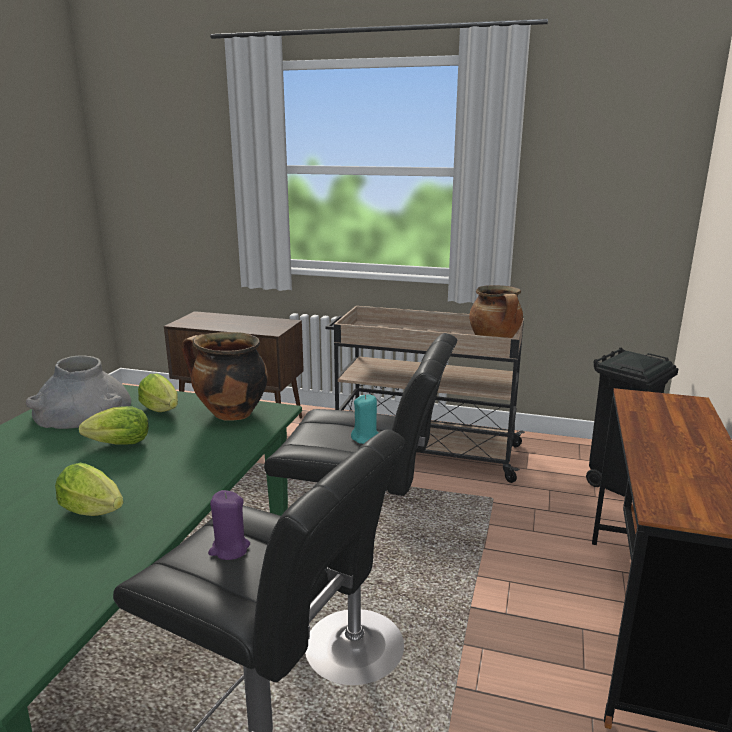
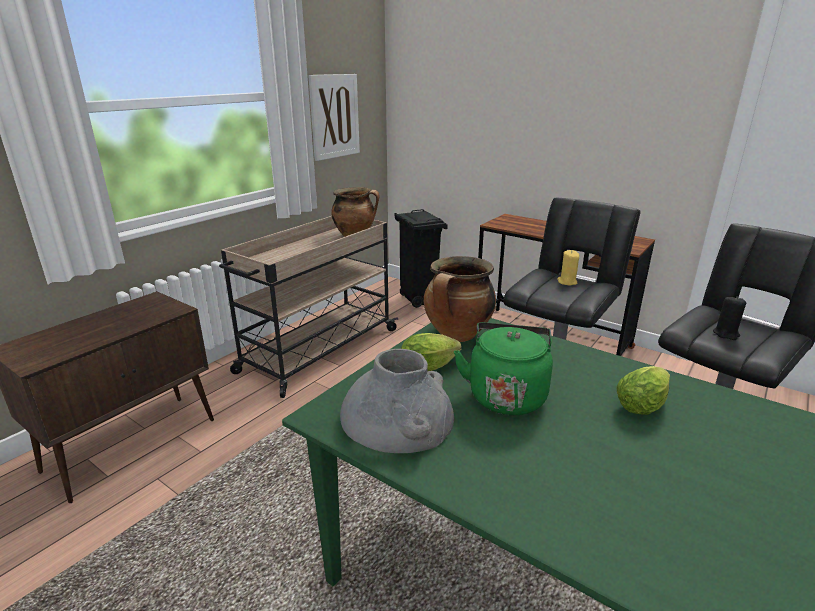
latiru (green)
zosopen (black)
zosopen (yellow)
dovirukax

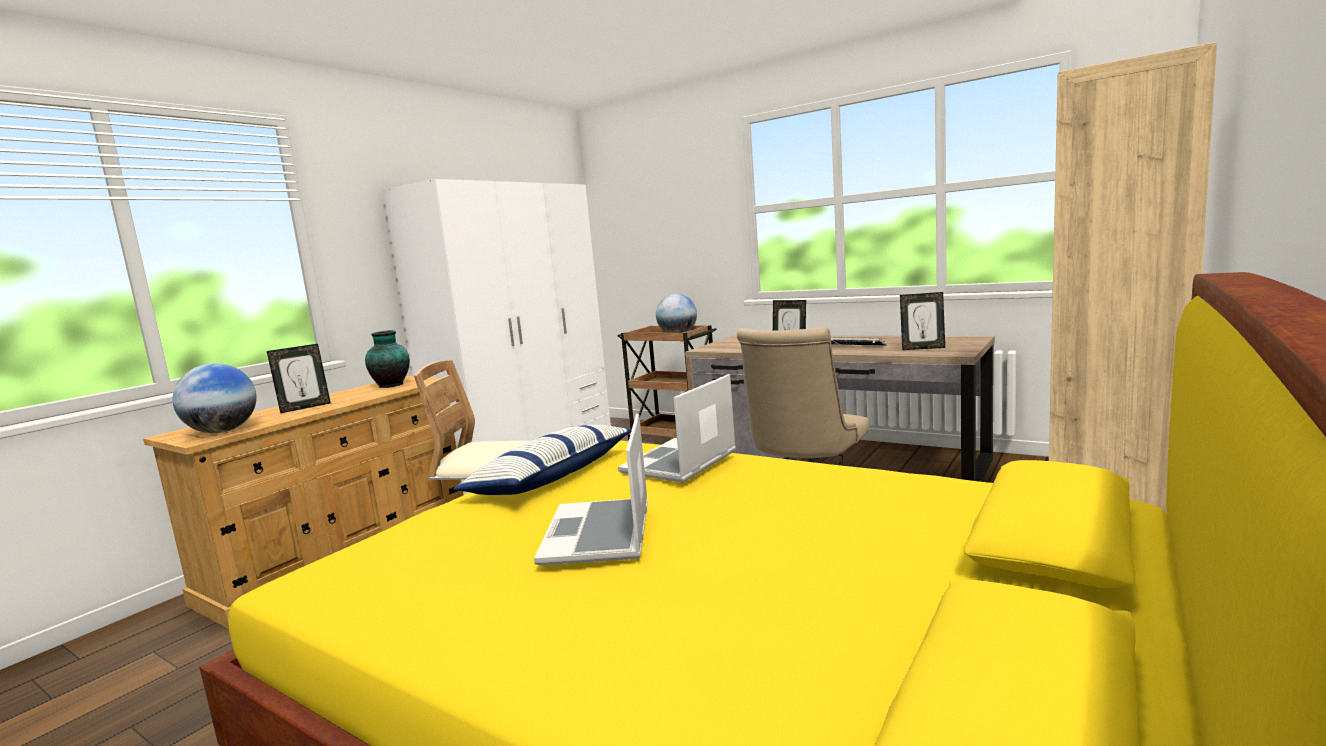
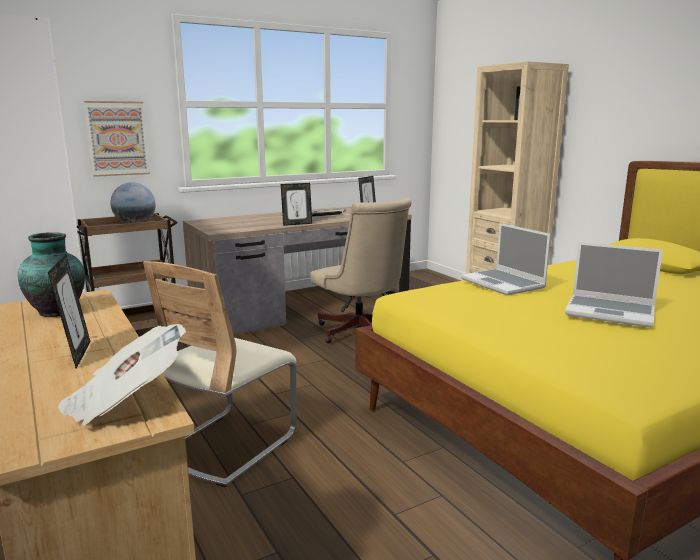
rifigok
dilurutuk
dovirukax

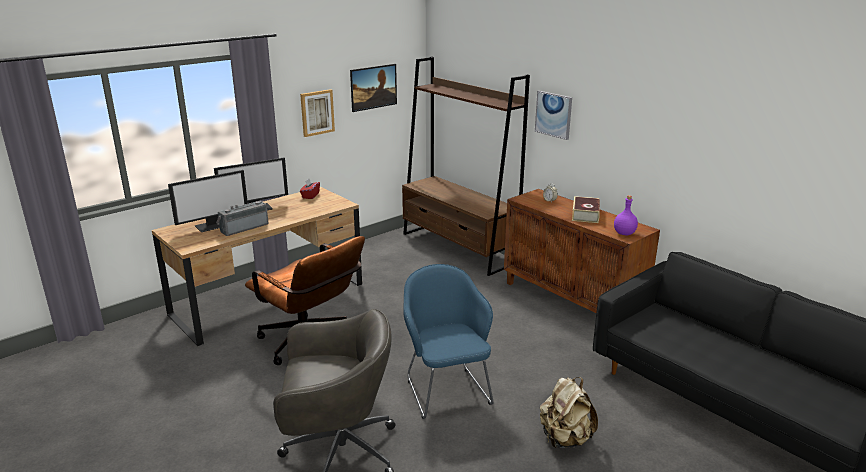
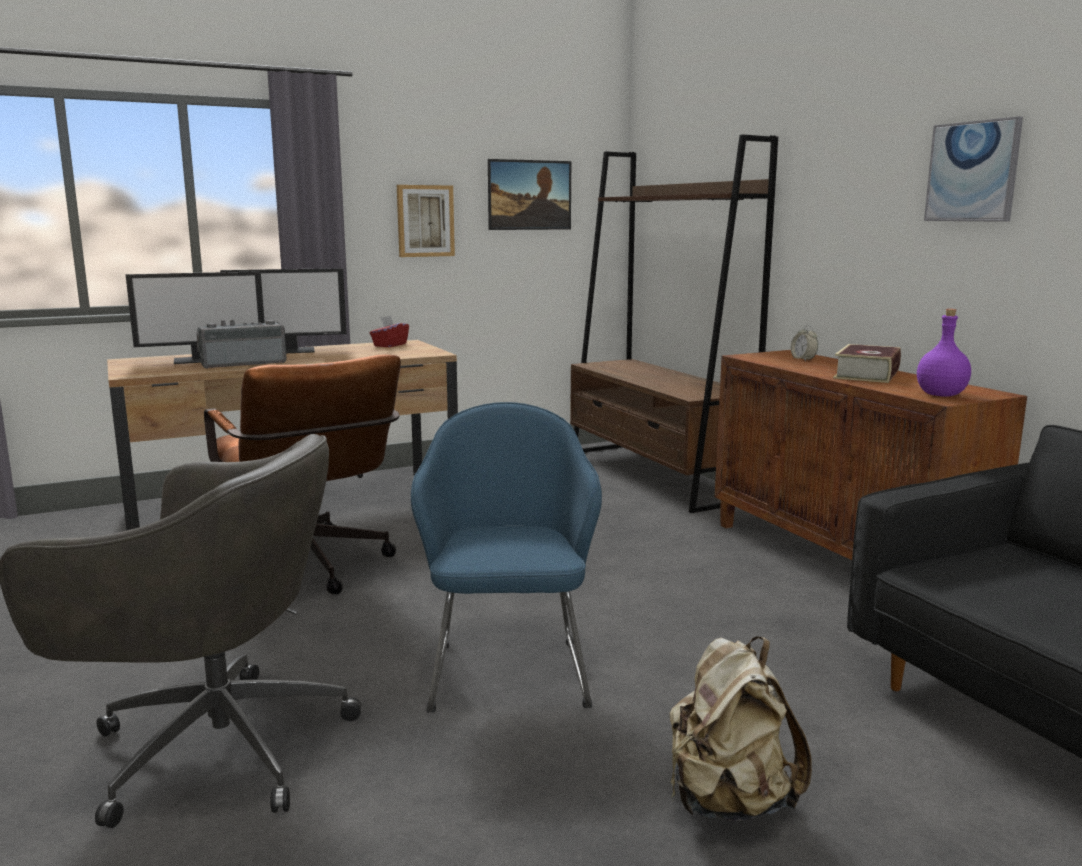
dovirukax (no. 3 from left)

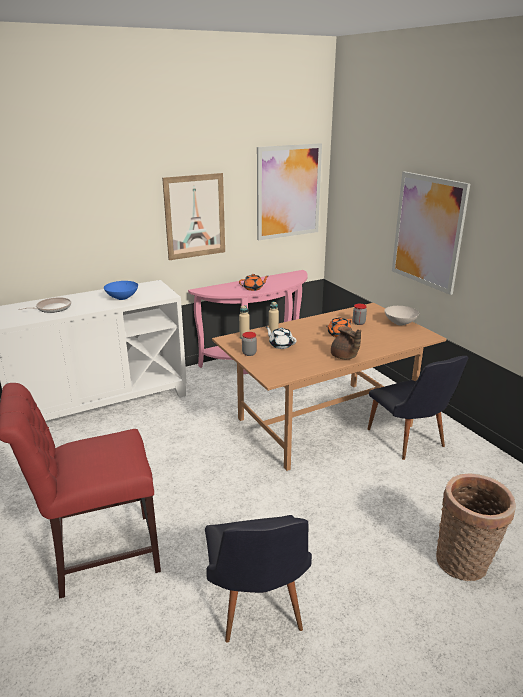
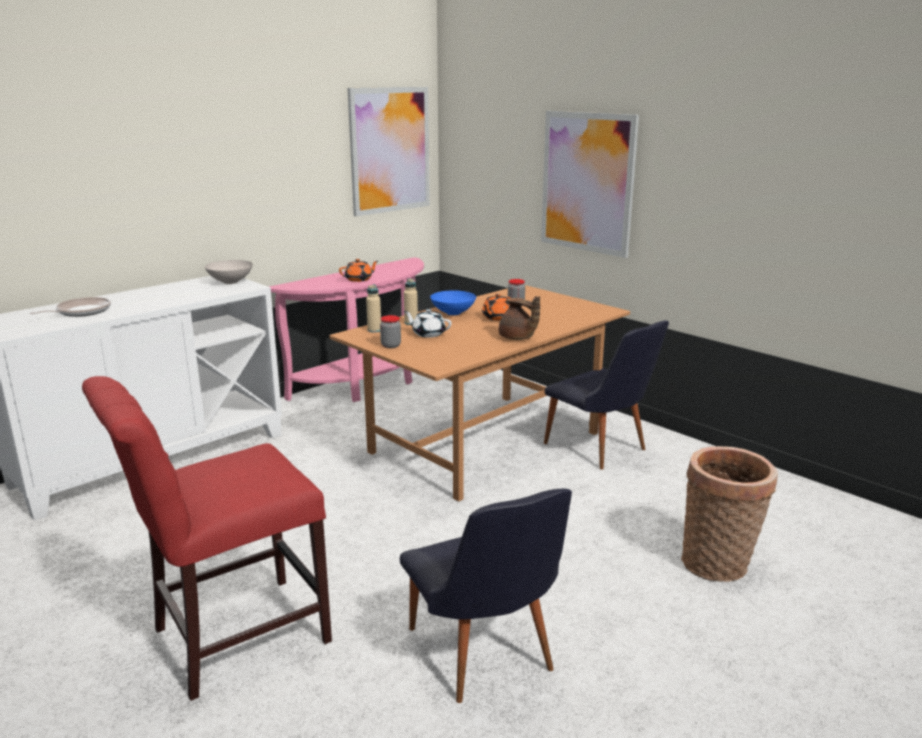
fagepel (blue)
dovirukax (no. 1 from left in the first image)
fagepel (white)

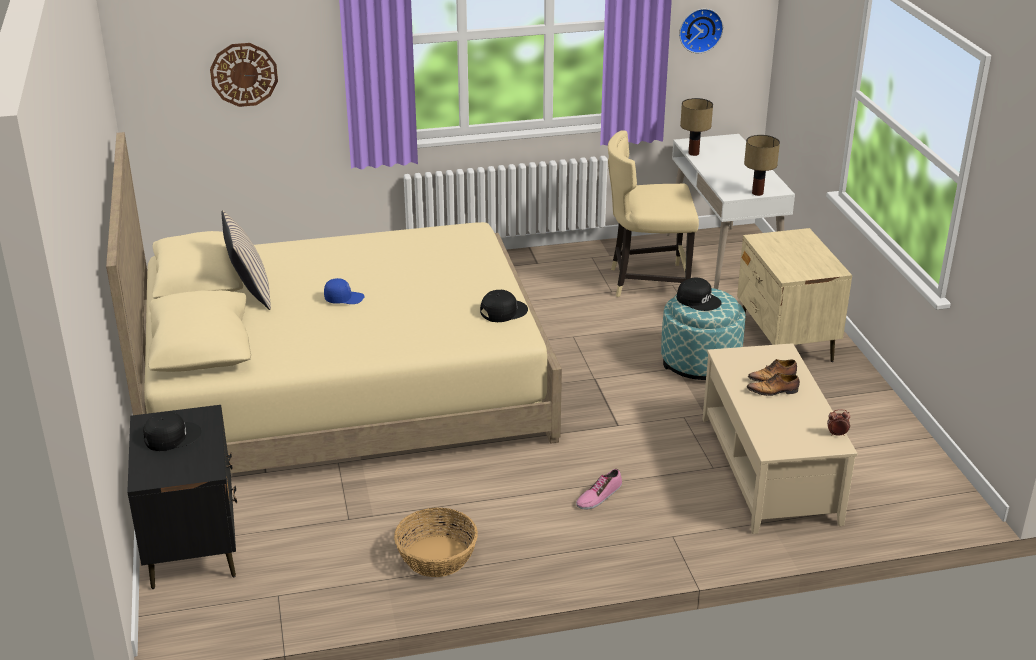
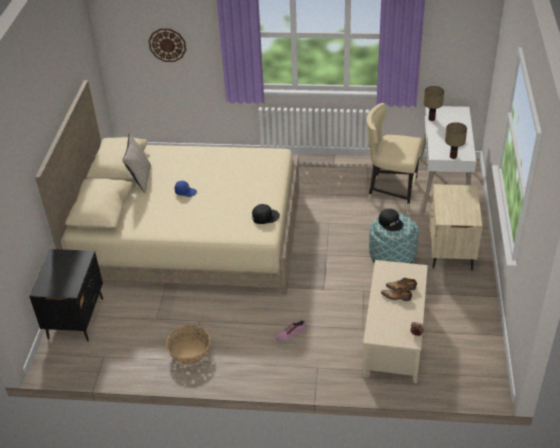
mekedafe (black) (no. 1 from left in the first image)
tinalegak (no. 2 from left in the first image)

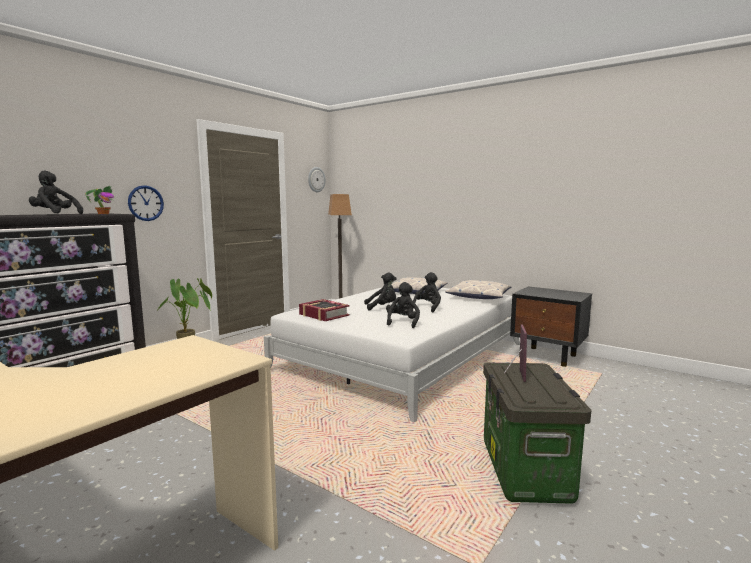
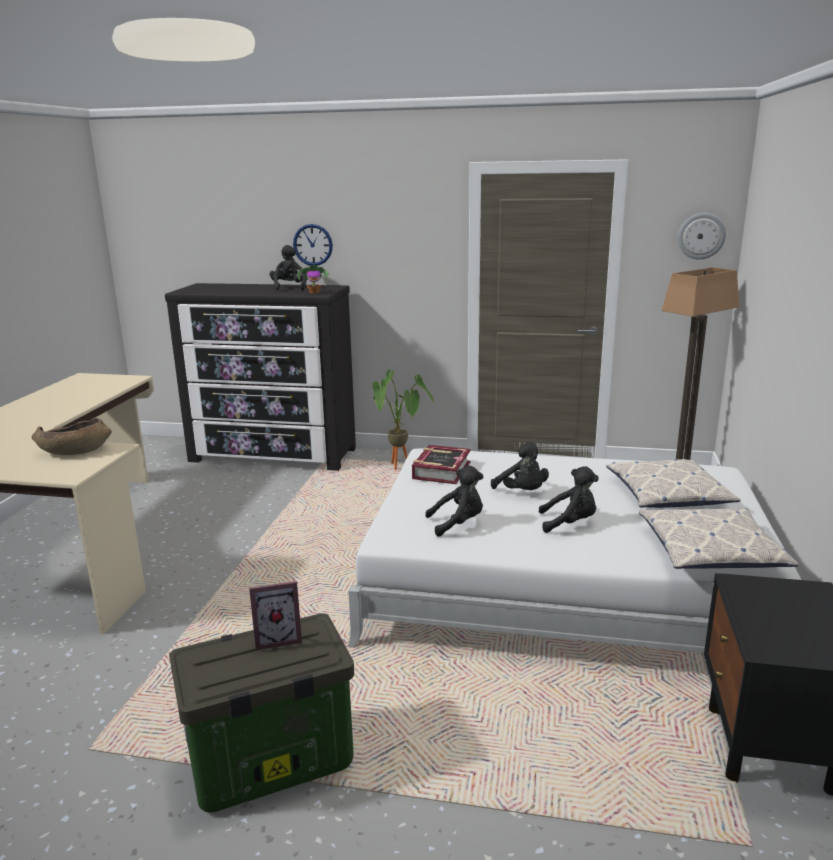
tinalegak (no. 1 from left)
fagepel (brown)

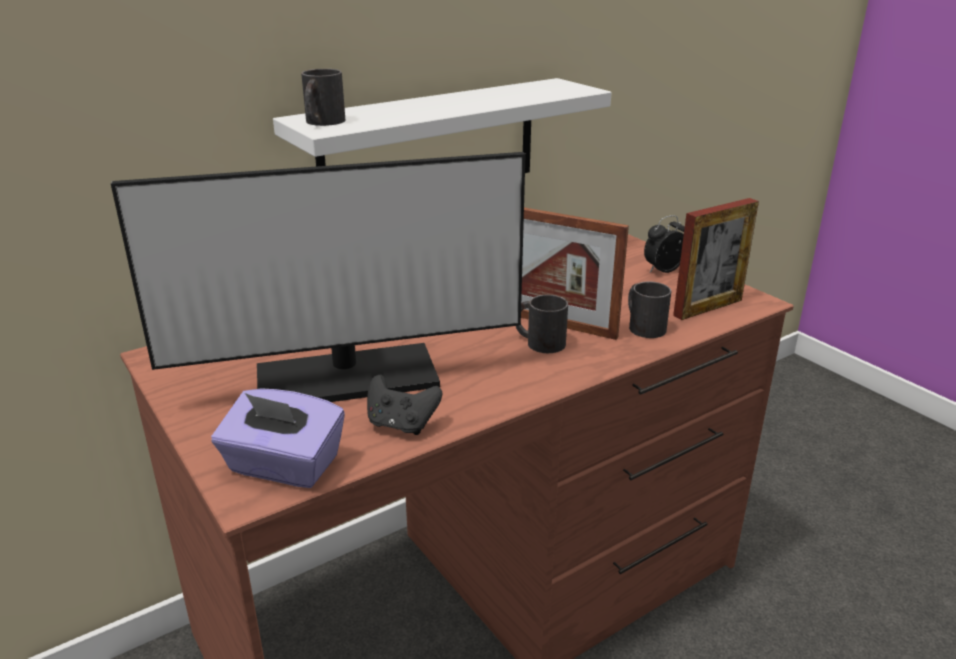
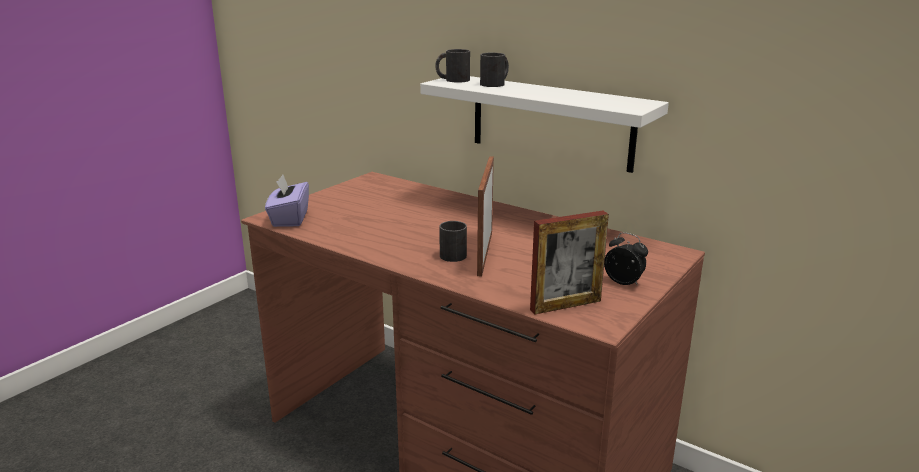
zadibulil
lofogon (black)
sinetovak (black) (no. 3 from left)
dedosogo (no. 2 from left)

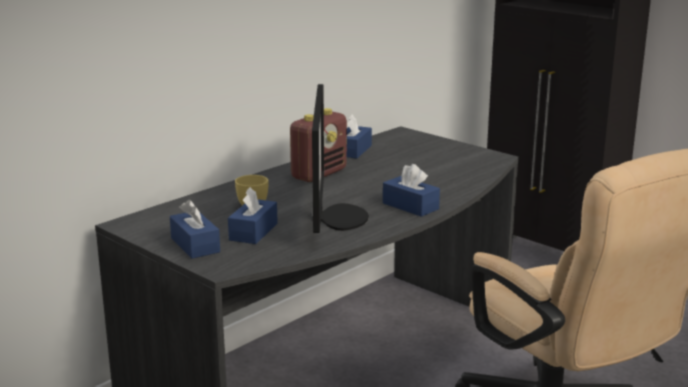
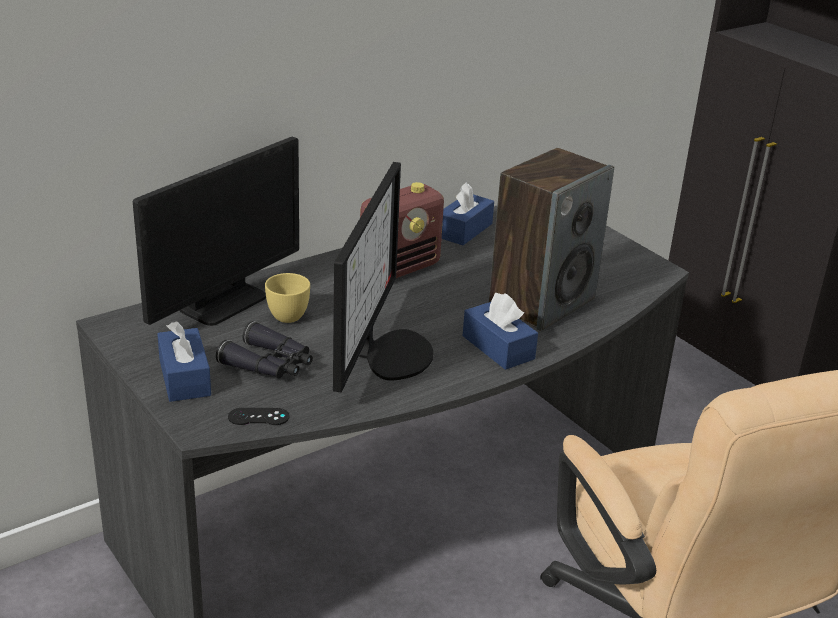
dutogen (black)
zadibulil (no. 1 from left)
lofogon (black)
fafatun

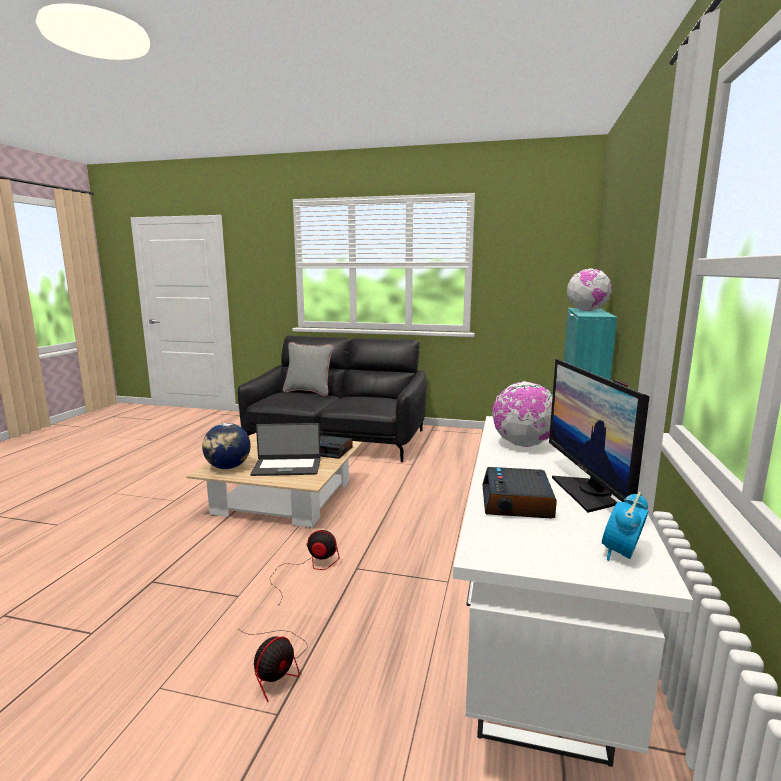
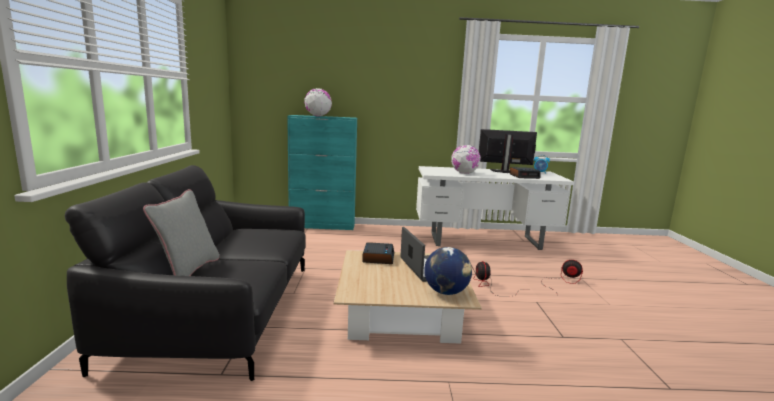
zadibulil

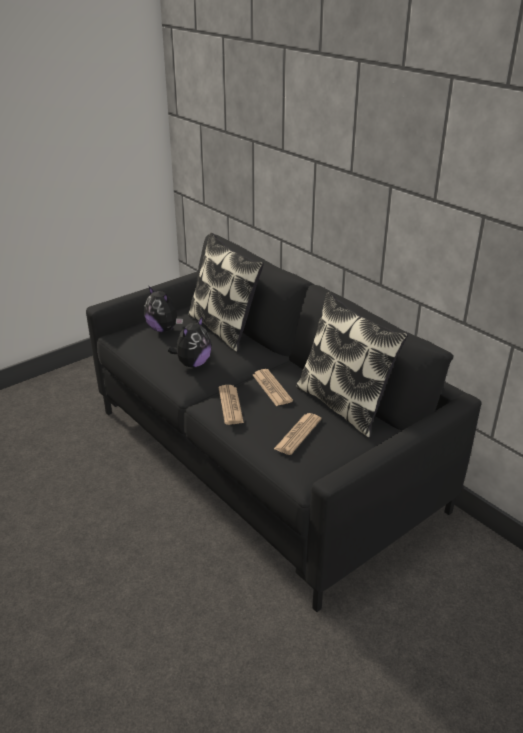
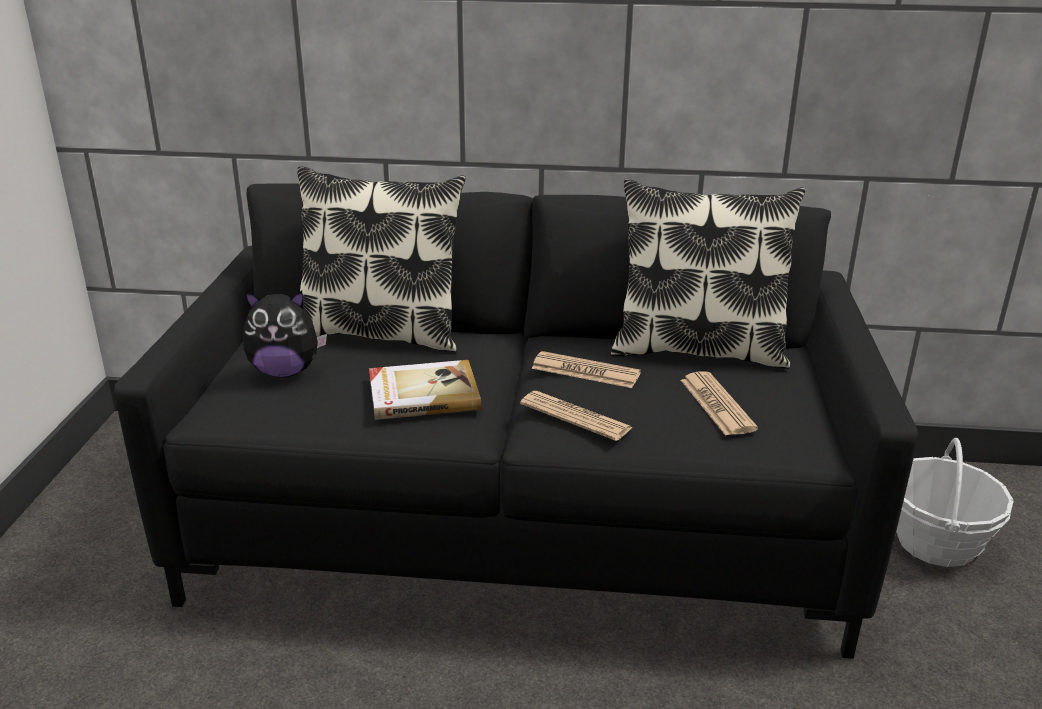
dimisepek
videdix

